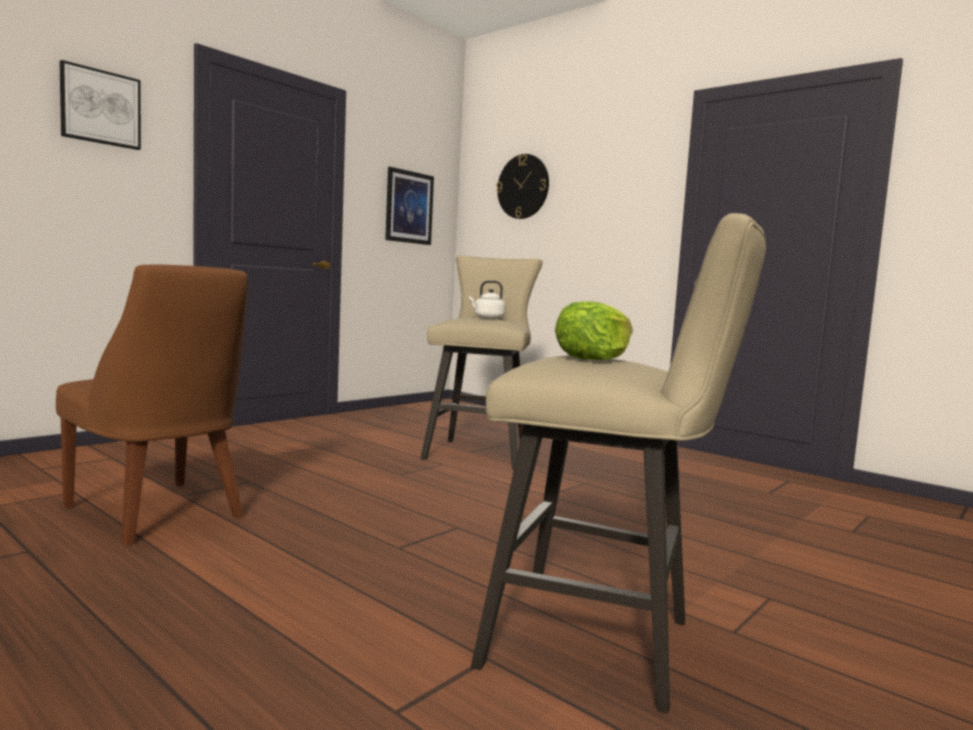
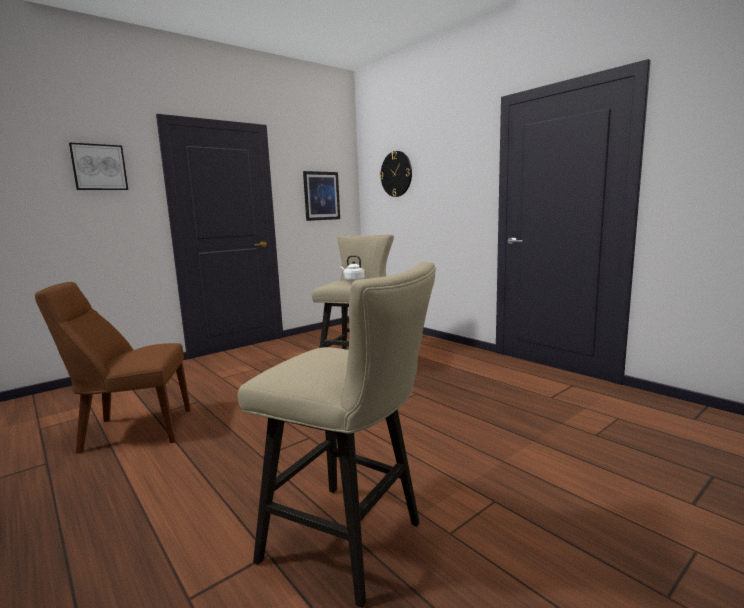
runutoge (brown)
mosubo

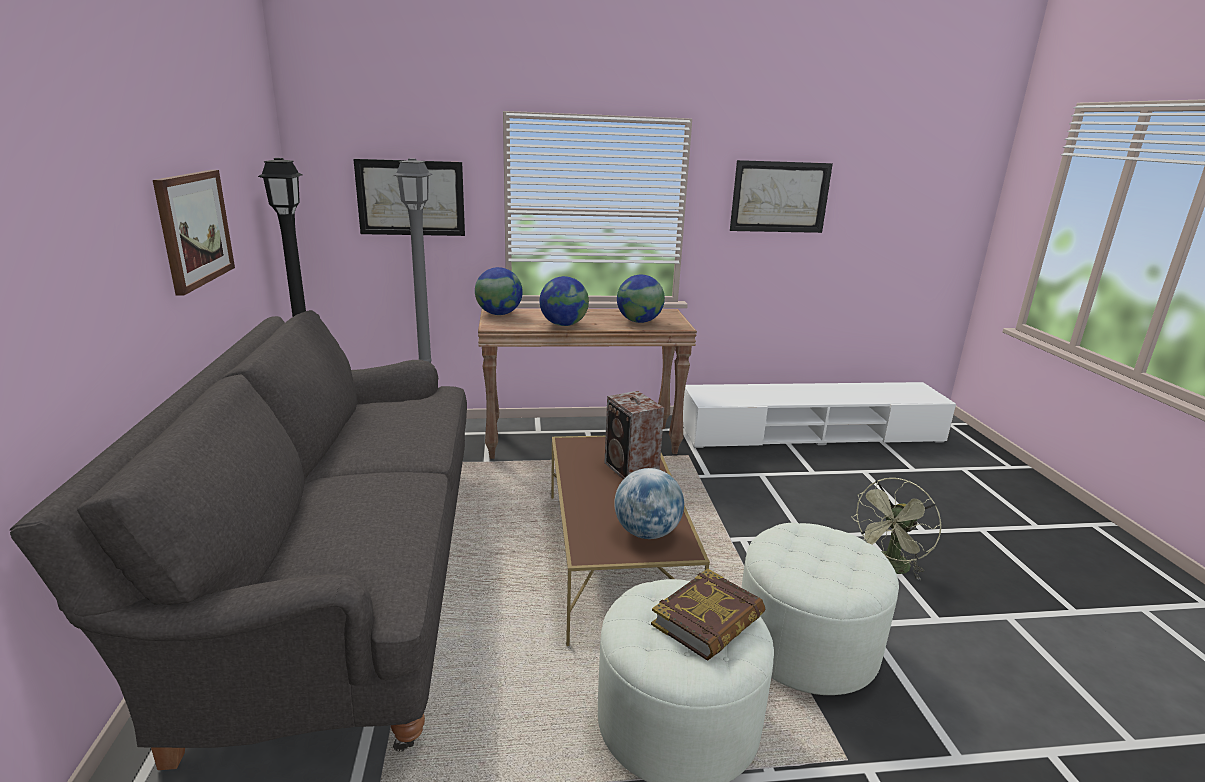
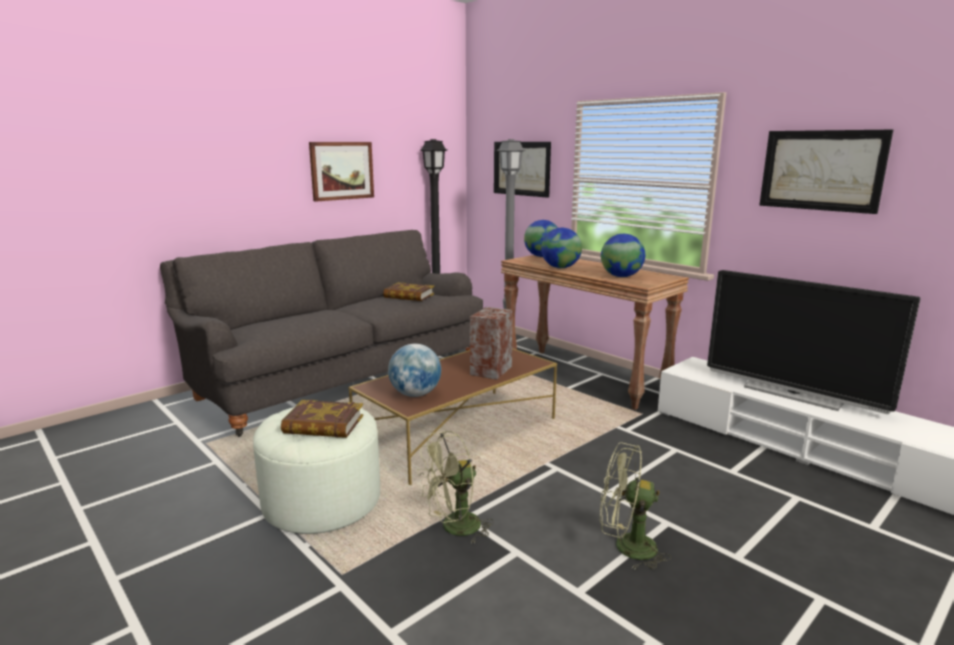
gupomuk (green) (no. 1 from left)
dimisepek (no. 2 from left)
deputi

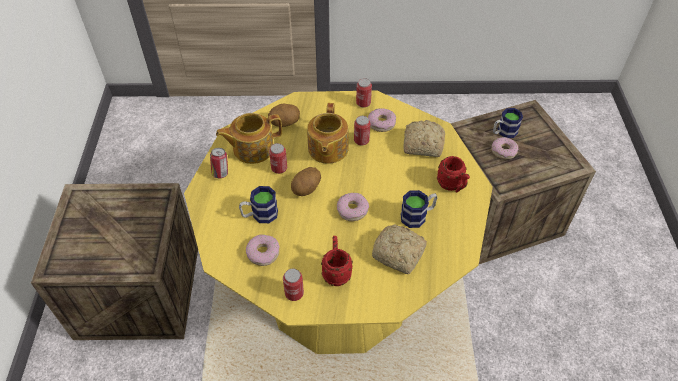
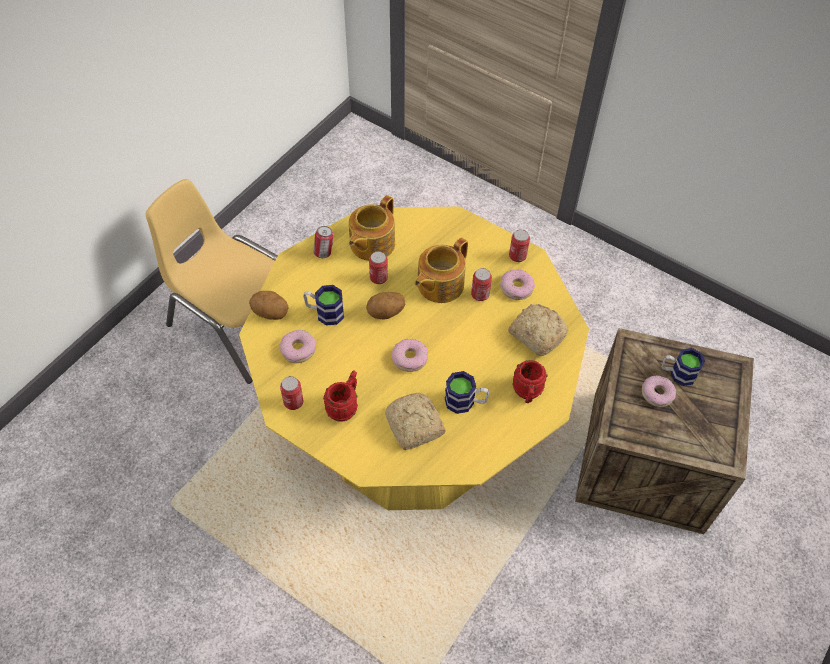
runutoge (yellow)
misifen (no. 1 from left)
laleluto (no. 1 from left)

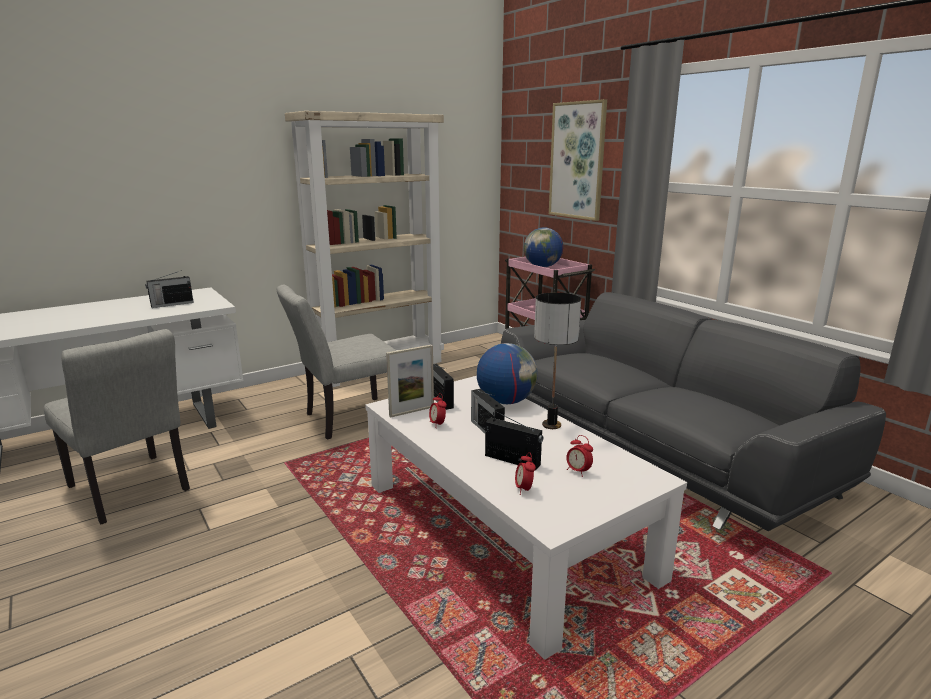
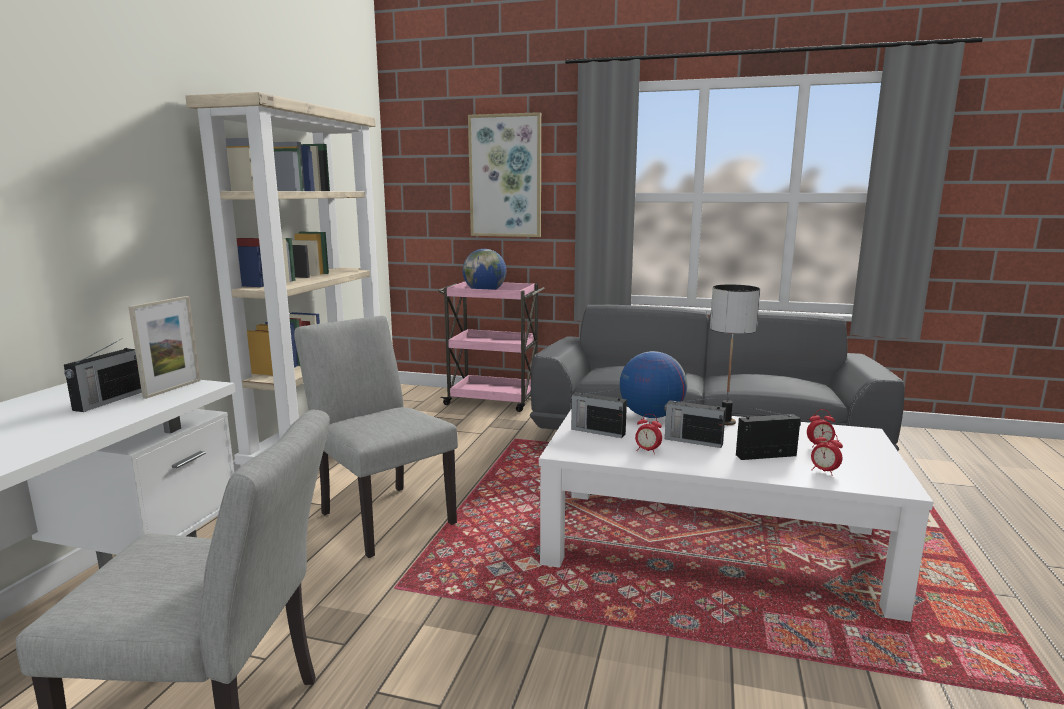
runutoge (grey) (no. 2 from left)
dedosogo

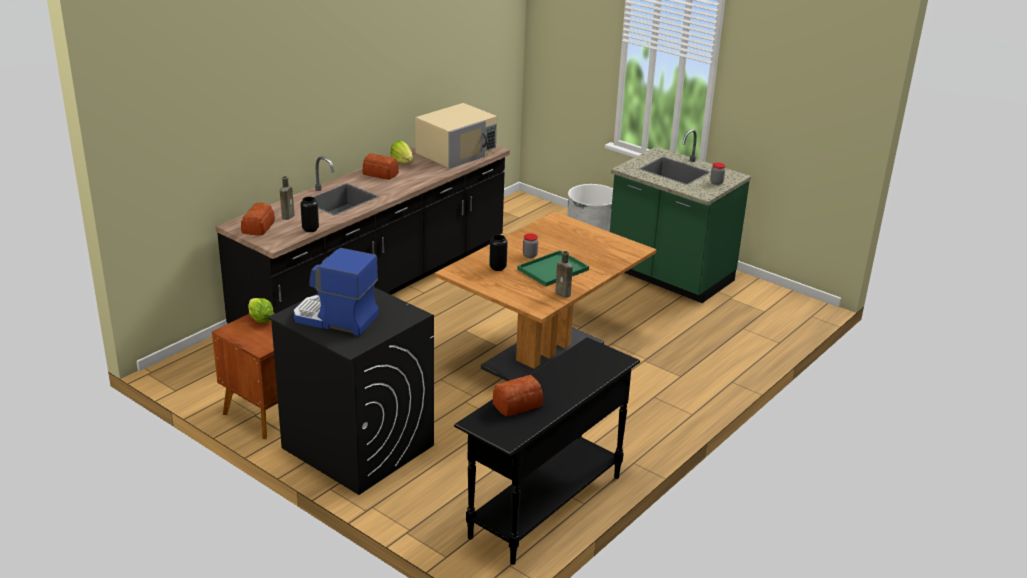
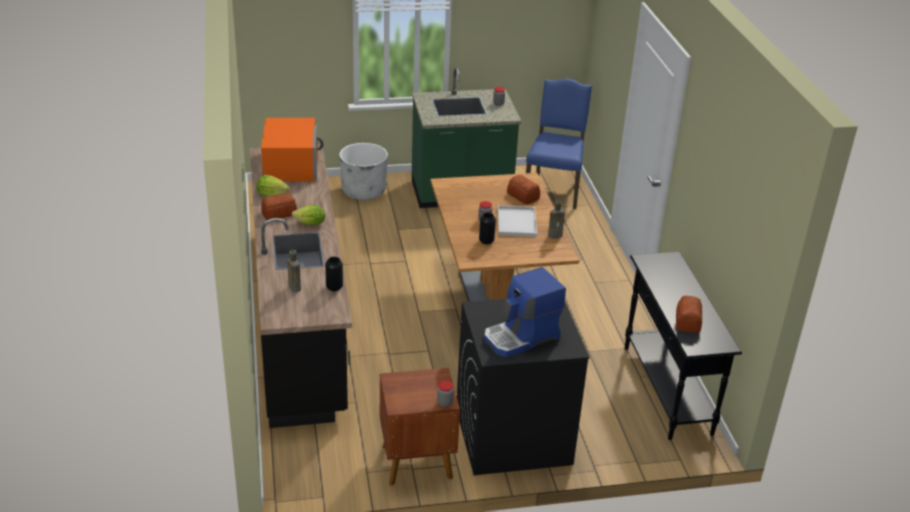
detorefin (no. 2 from left)
mosubo (no. 2 from left)
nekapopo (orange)
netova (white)
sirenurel (no. 1 from left)
runutoge (blue)

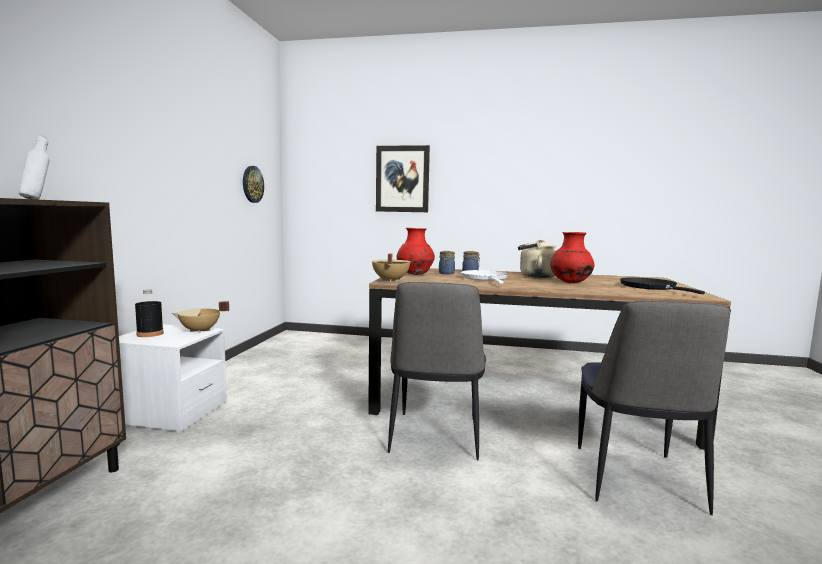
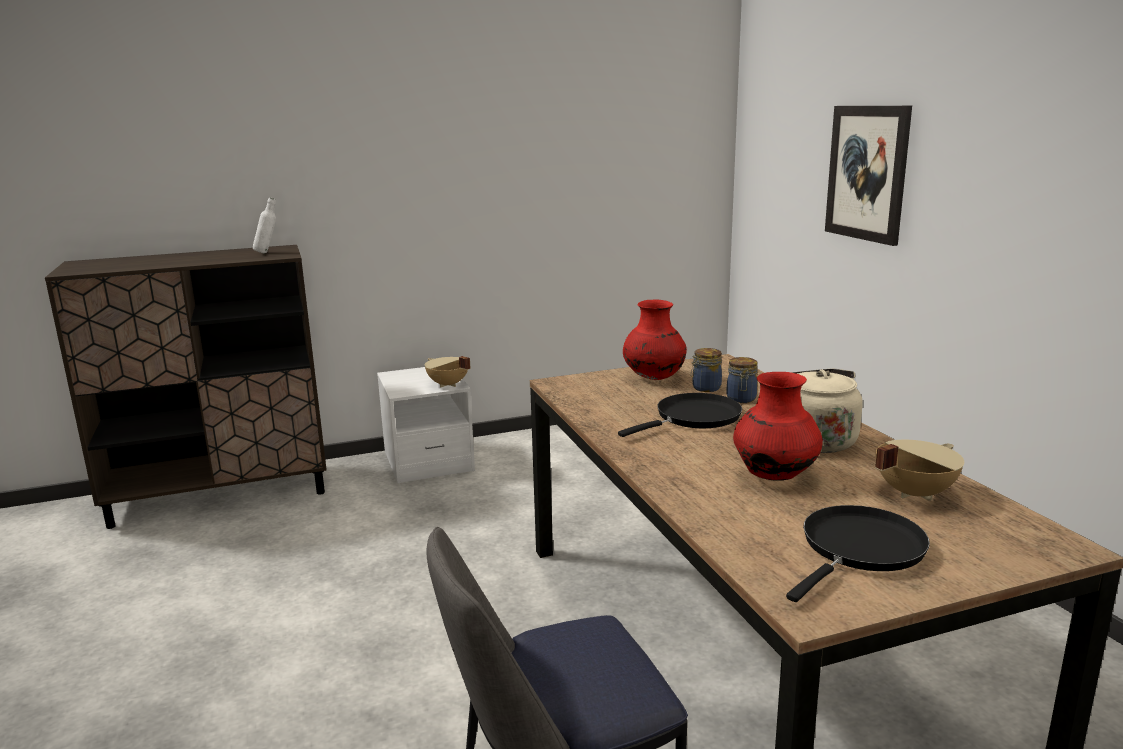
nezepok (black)
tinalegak
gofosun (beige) (no. 2 from left)
runutoge (no. 1 from left in the first image)
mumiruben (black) (no. 1 from left)

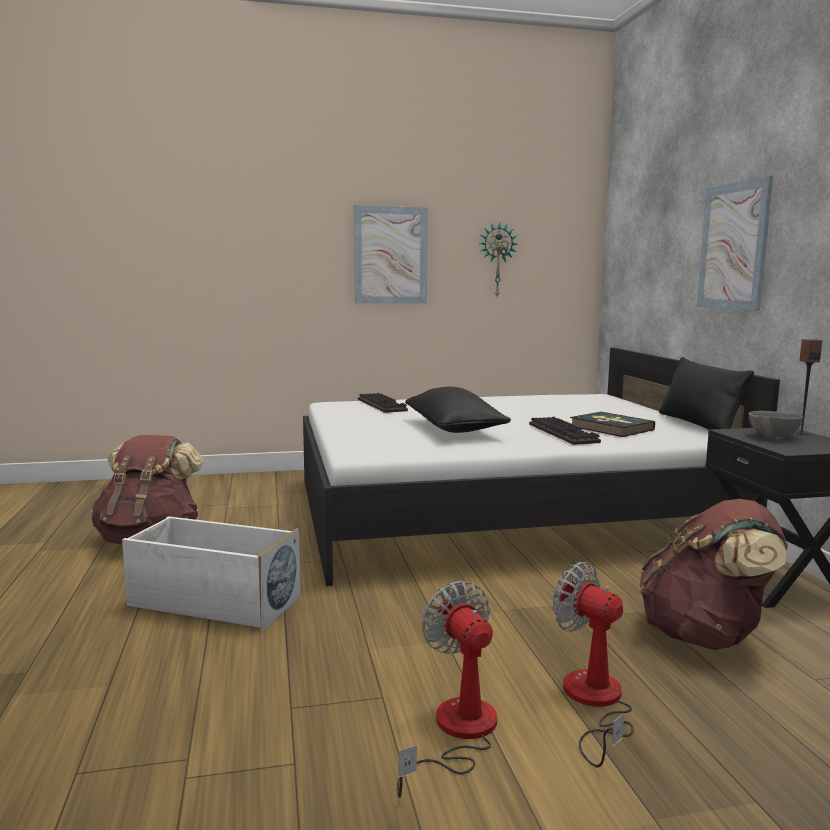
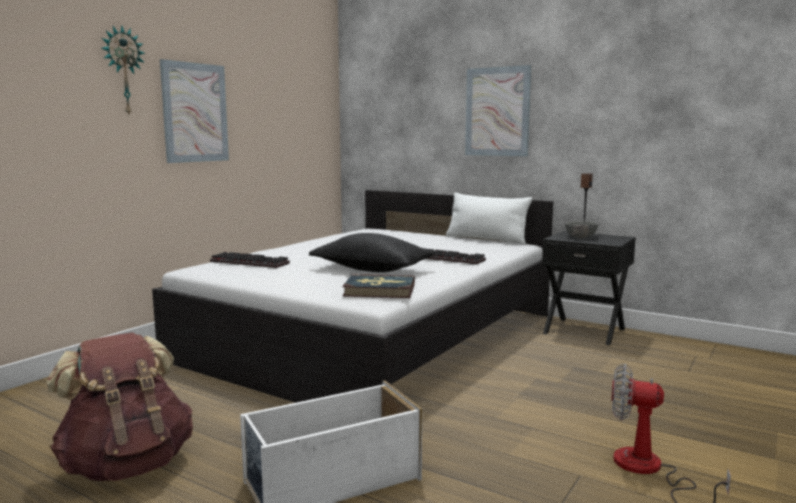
tinalegak
gupomuk (no. 2 from left in the first image)
dimisepek
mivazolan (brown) (no. 2 from left in the first image)
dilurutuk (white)

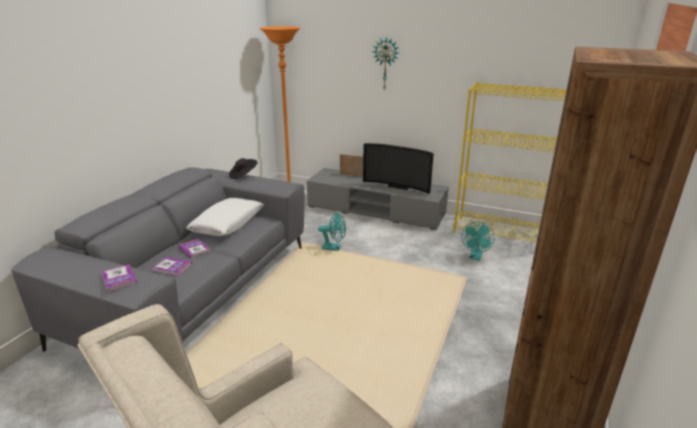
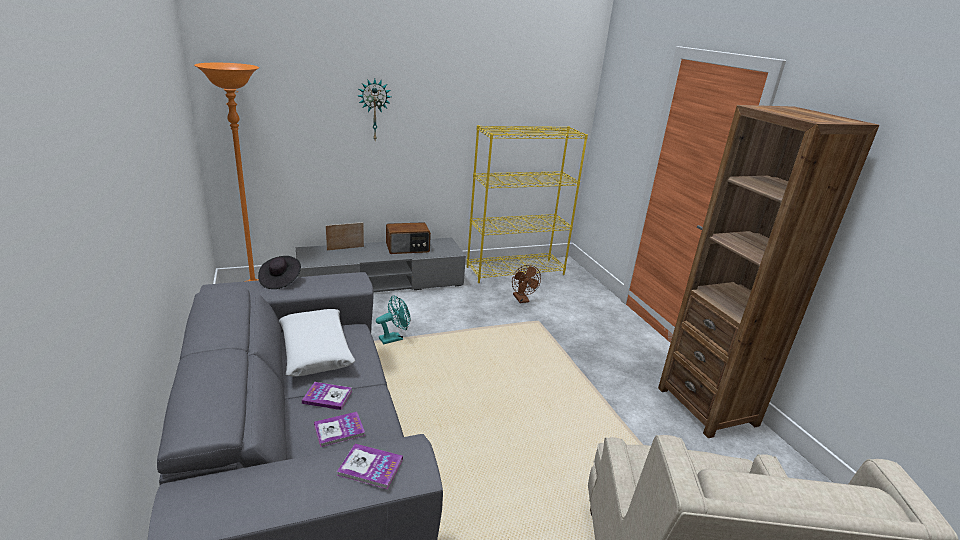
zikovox
gupomuk (brown)

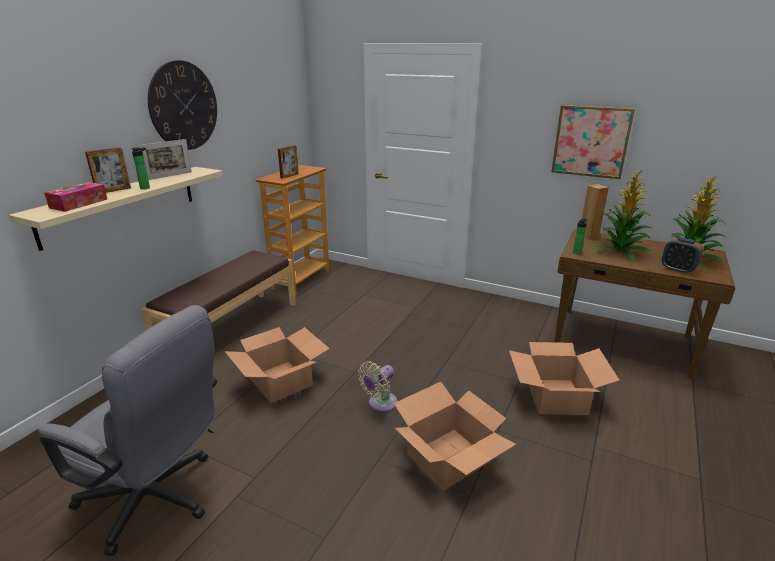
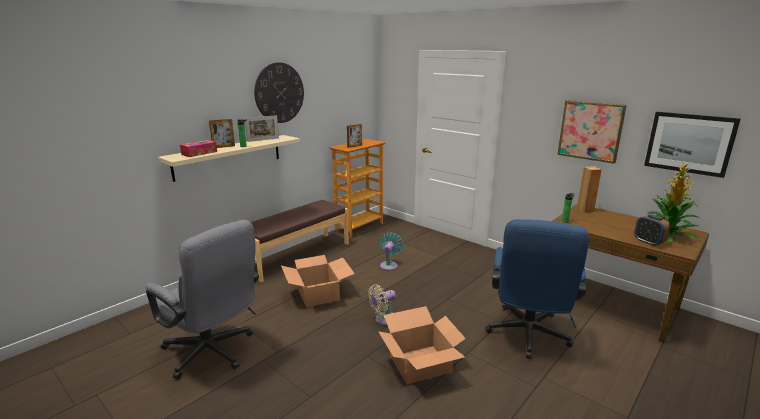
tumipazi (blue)
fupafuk (no. 1 from left in the first image)
gupomuk (turquoise)
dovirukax (no. 2 from left)

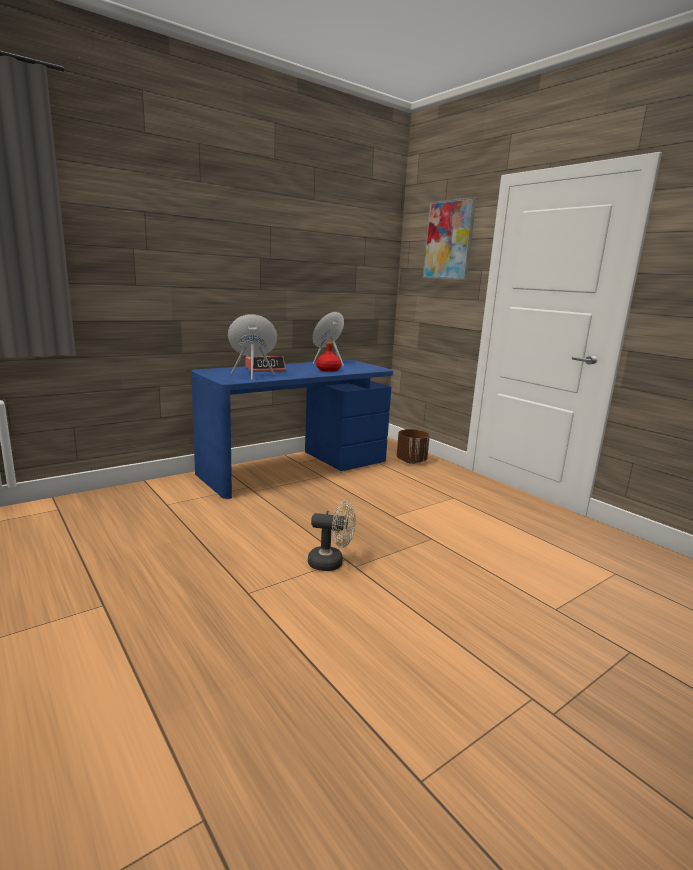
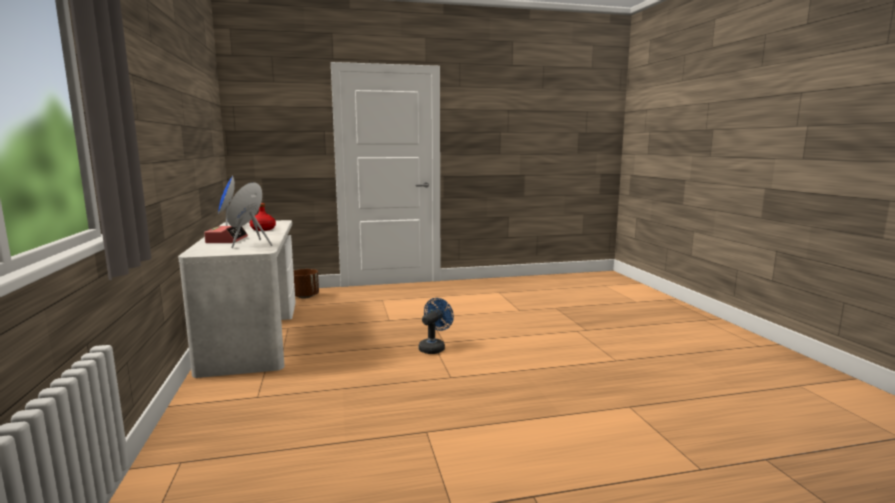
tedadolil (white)
gupomuk (blue)
dovirukax

